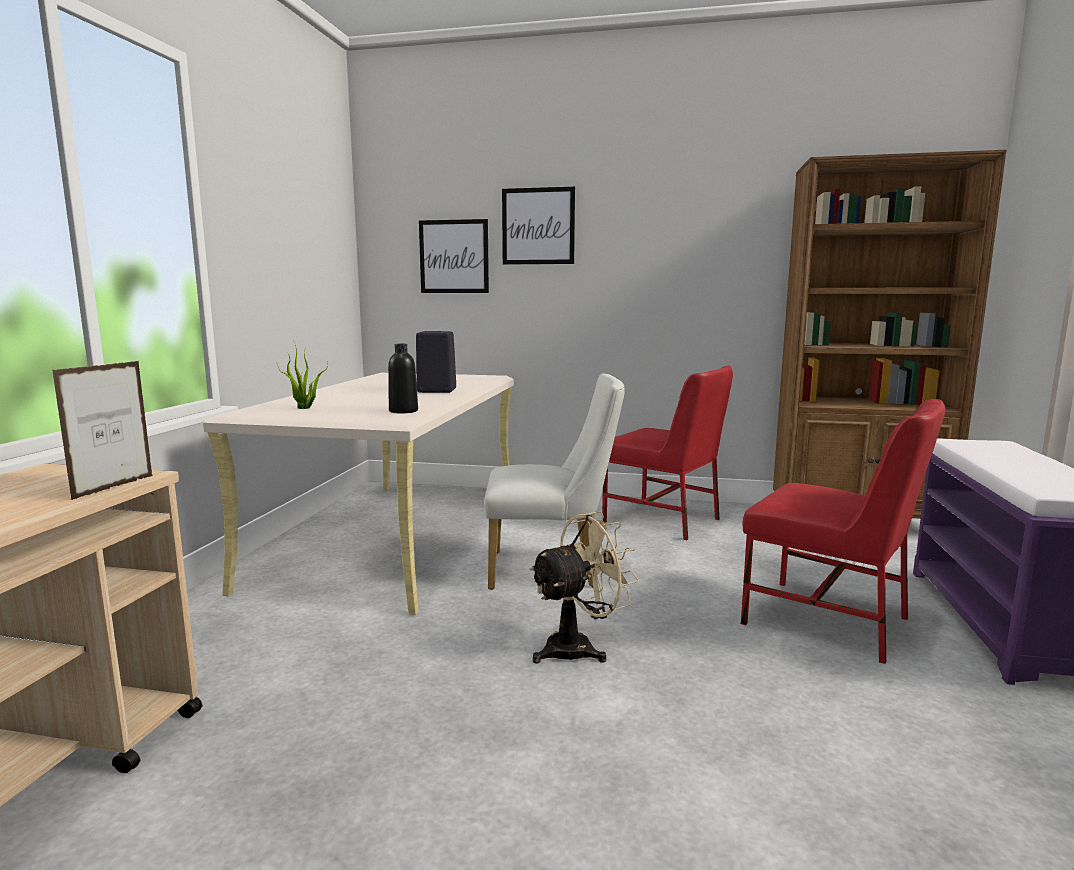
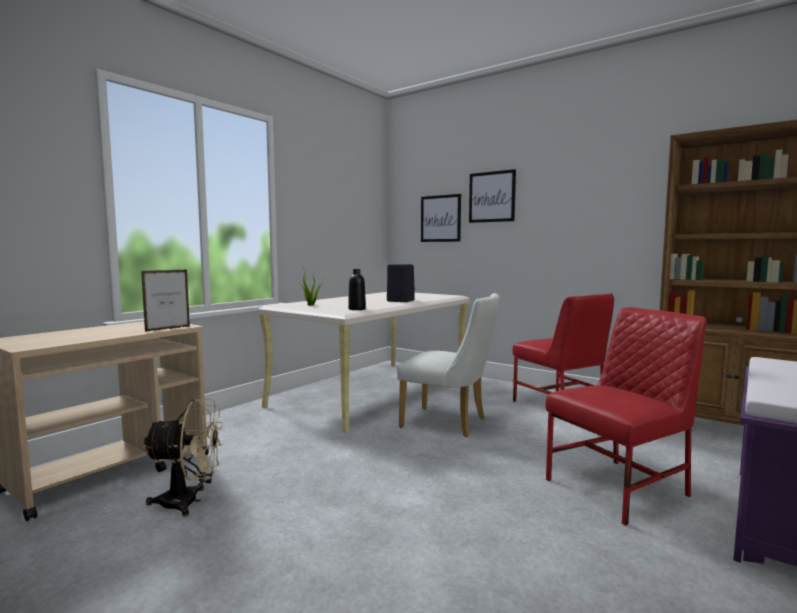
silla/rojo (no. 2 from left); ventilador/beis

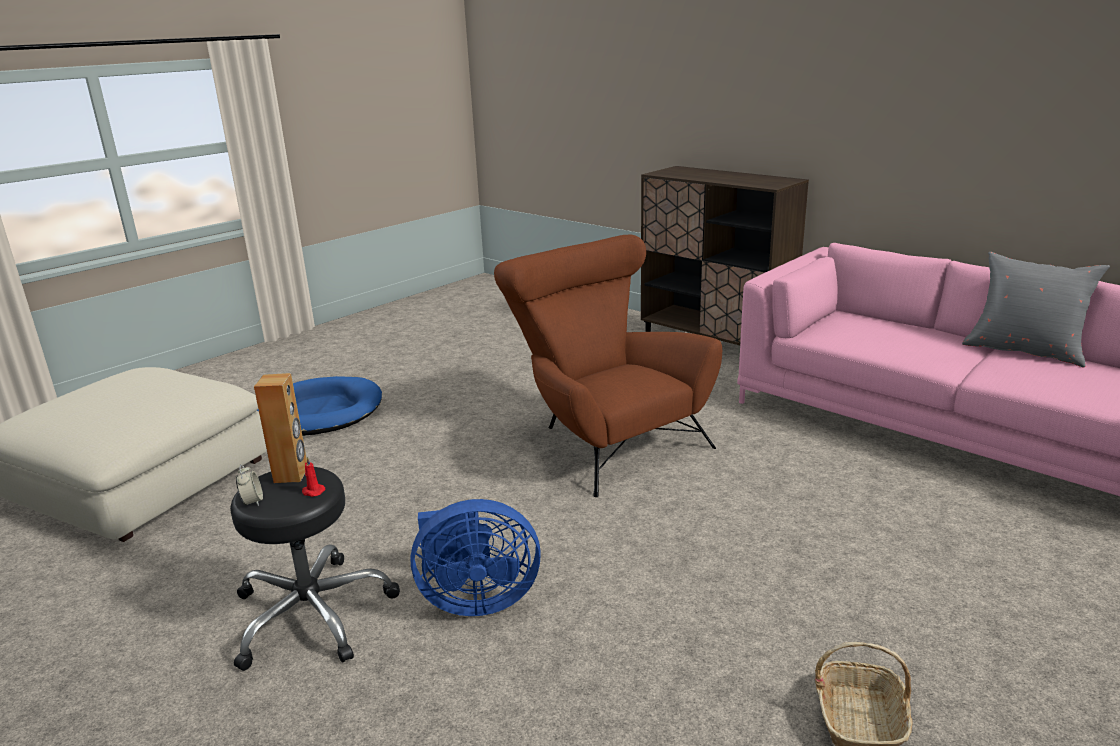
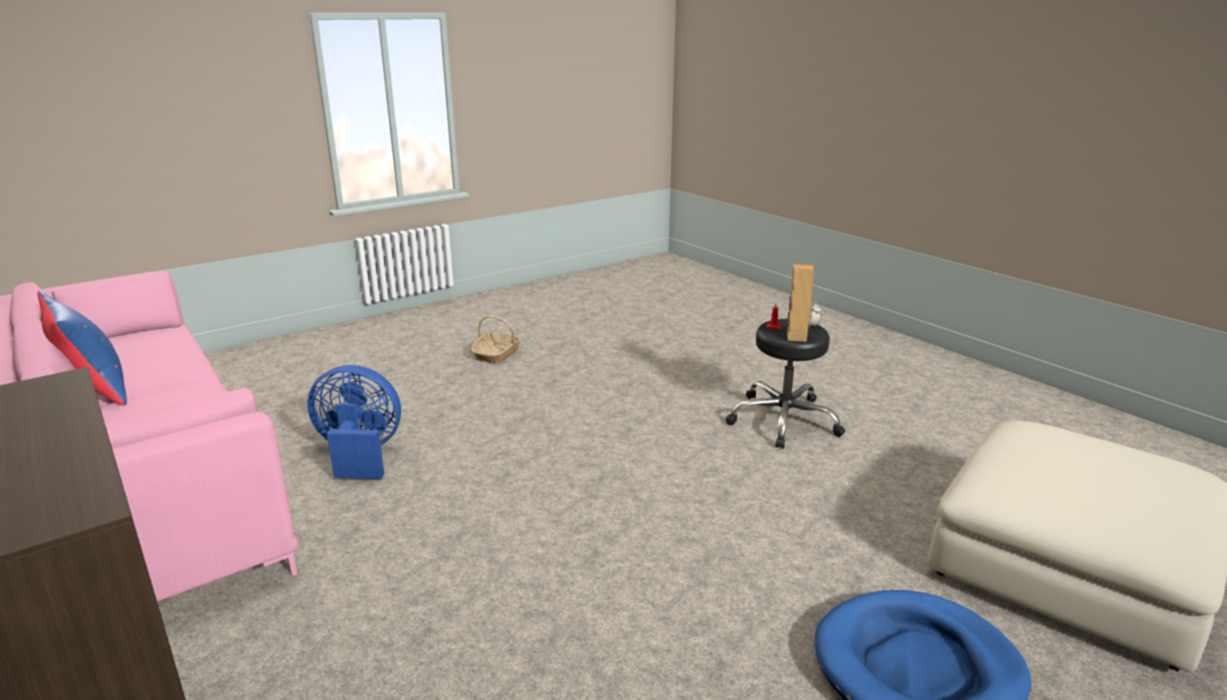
sillón/marrón; cojín/azul; ventilador/azul

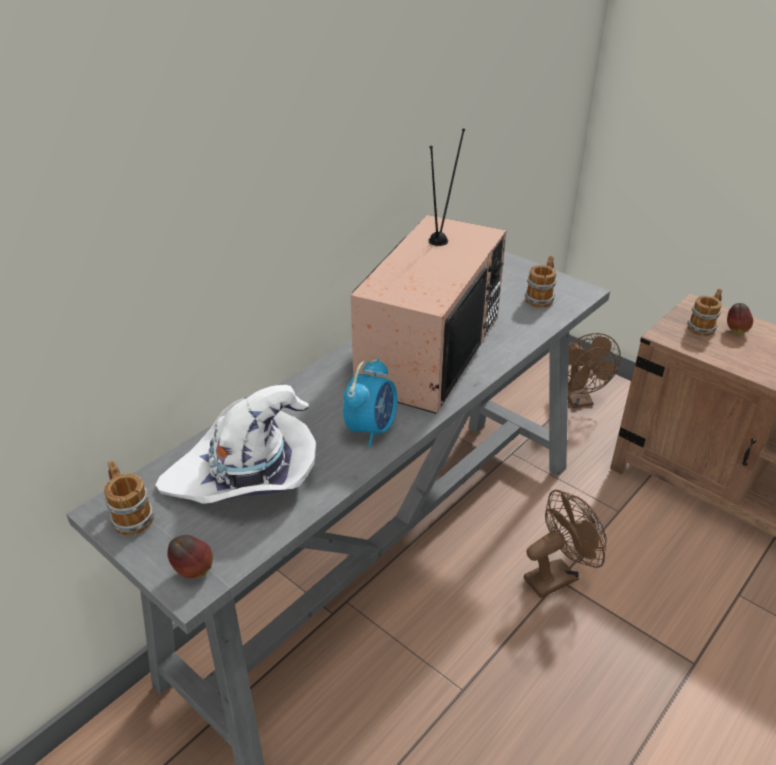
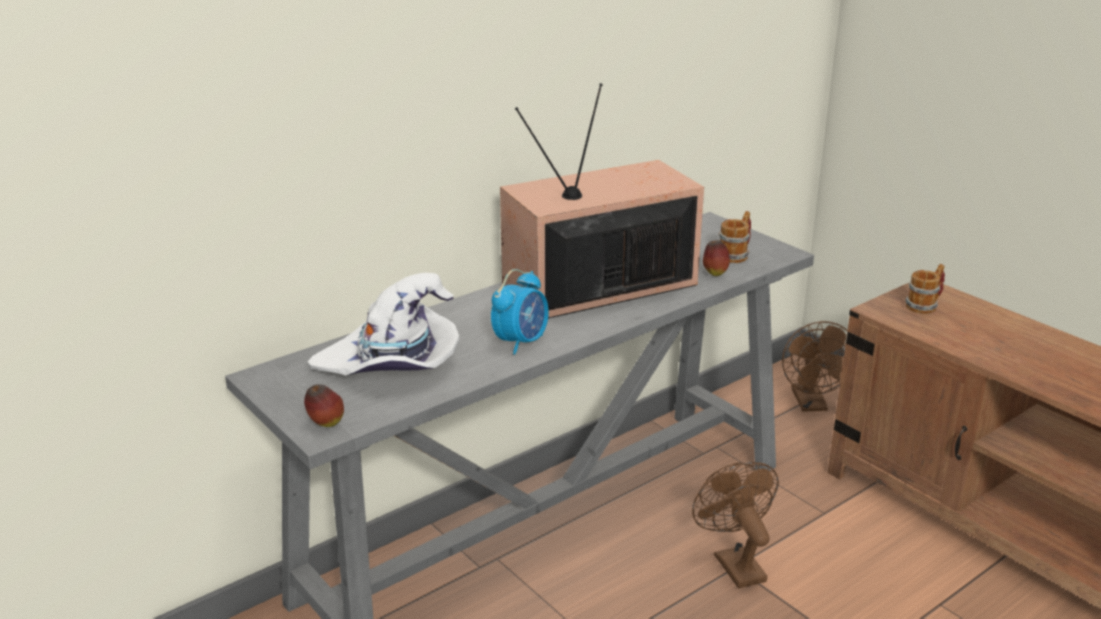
televisor; manzana (no. 2 from left); taza grande (no. 1 from left in the first image); ventilador/marrón (no. 1 from left)

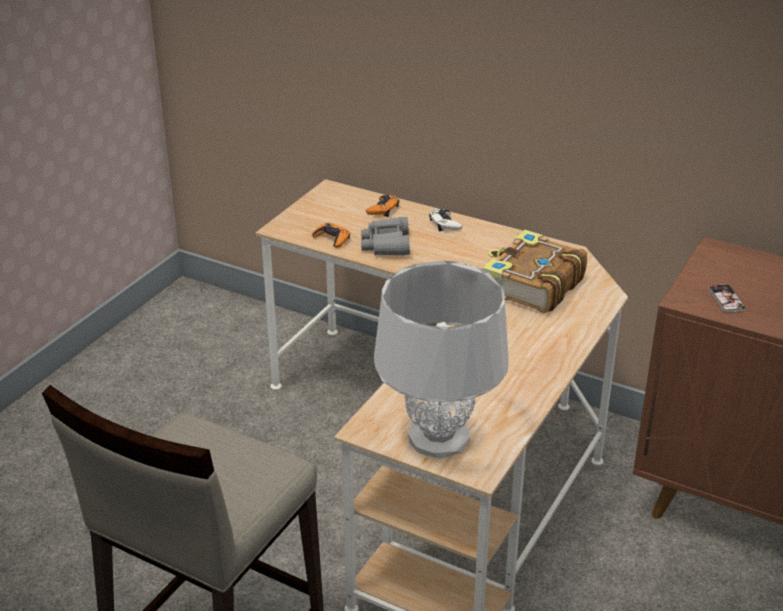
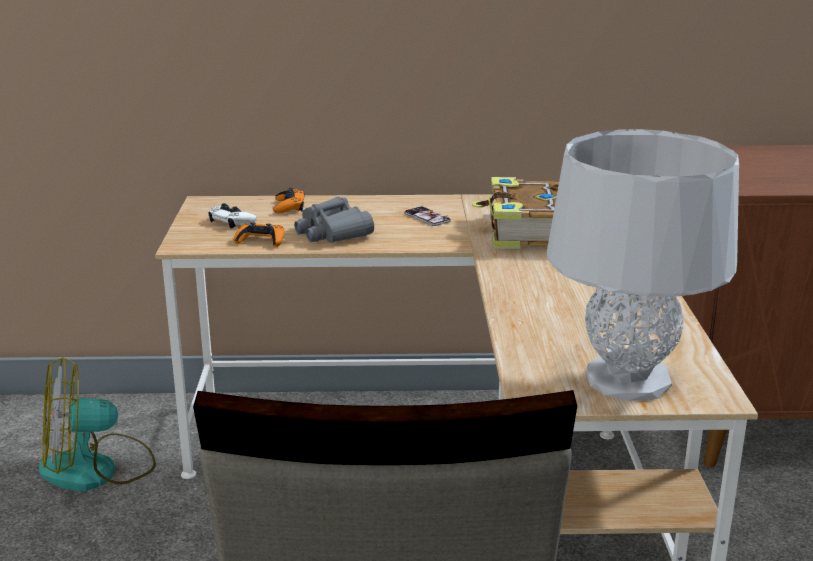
mando de consola/blanco; móvil; ventilador

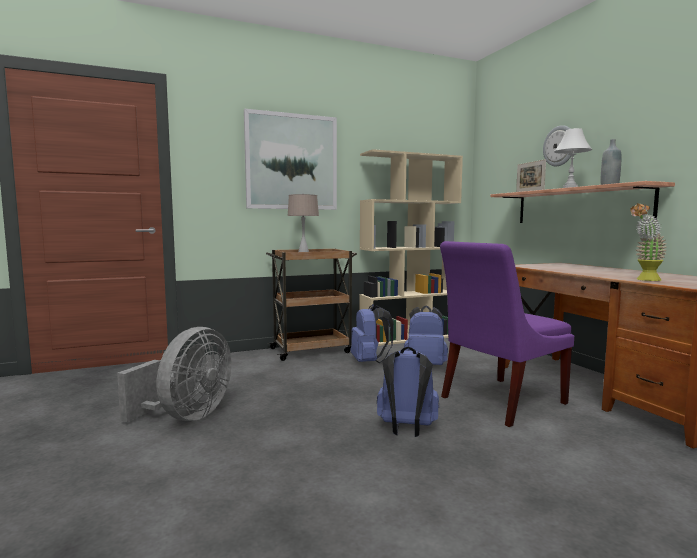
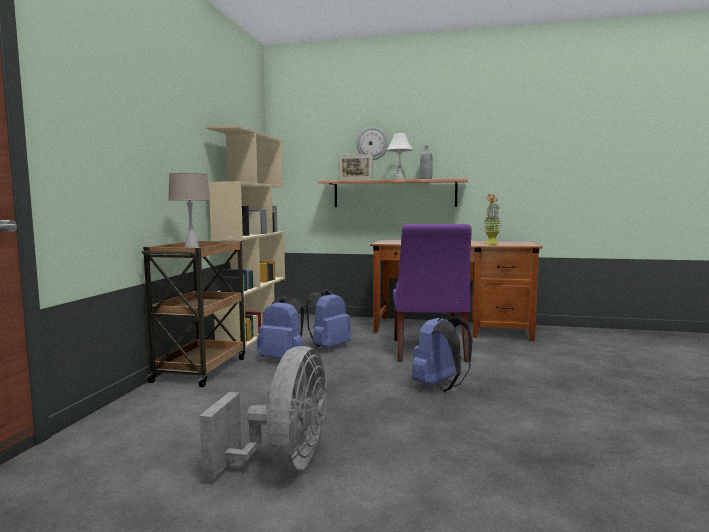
cuadro; ventilador/gris

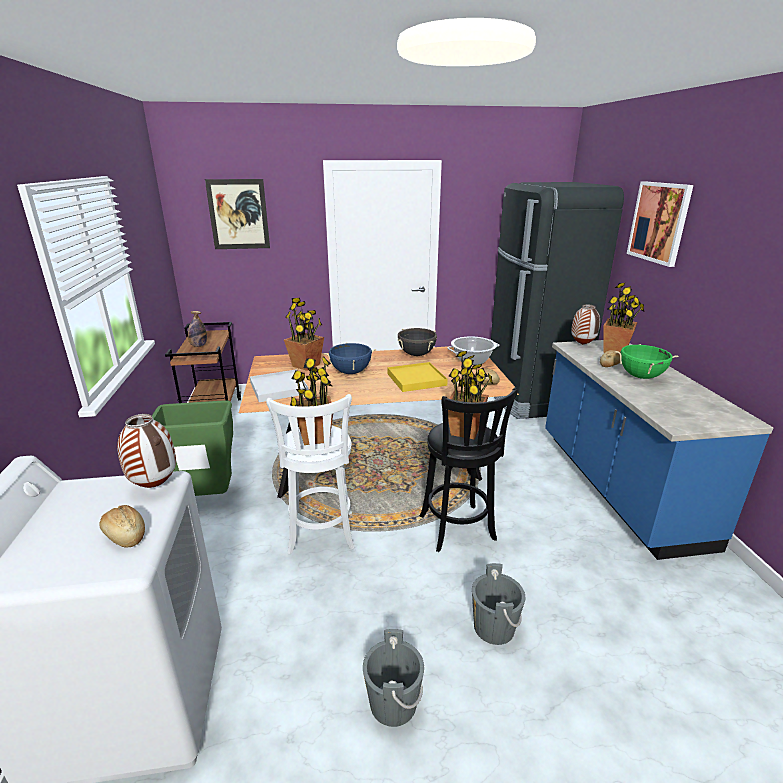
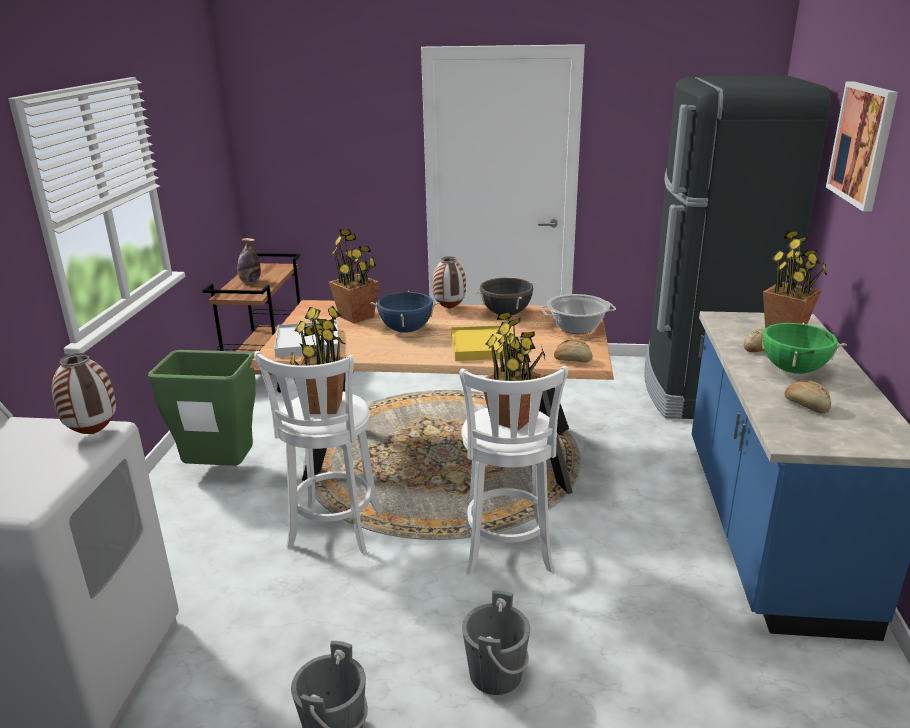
cuadro (no. 1 from left in the first image); florero (no. 2 from left); taburete/blanco (no. 2 from left); pan (no. 3 from left)

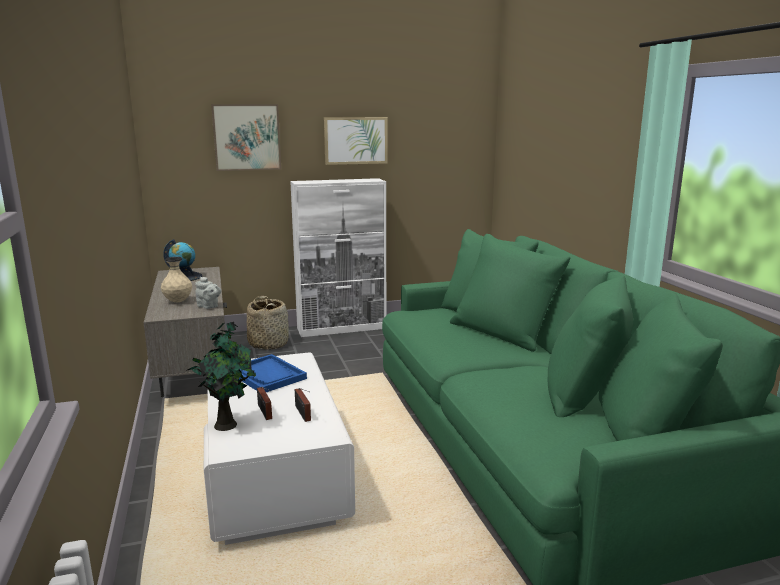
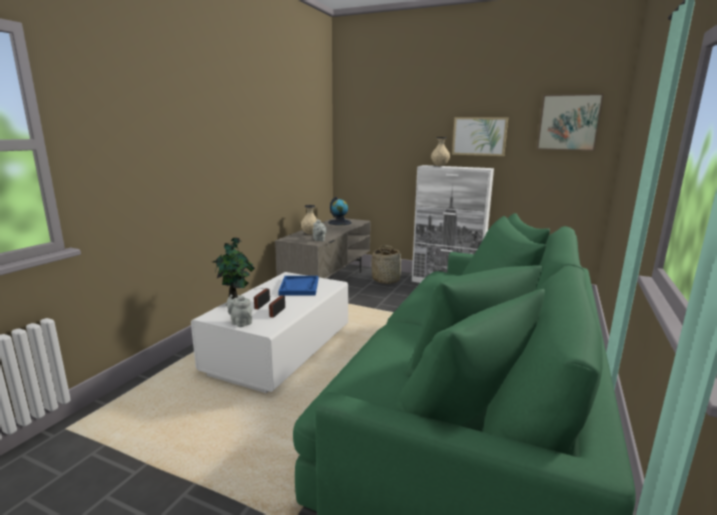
cuadro (no. 2 from left); florero/beis (no. 2 from left); tetera/gris (no. 1 from left)

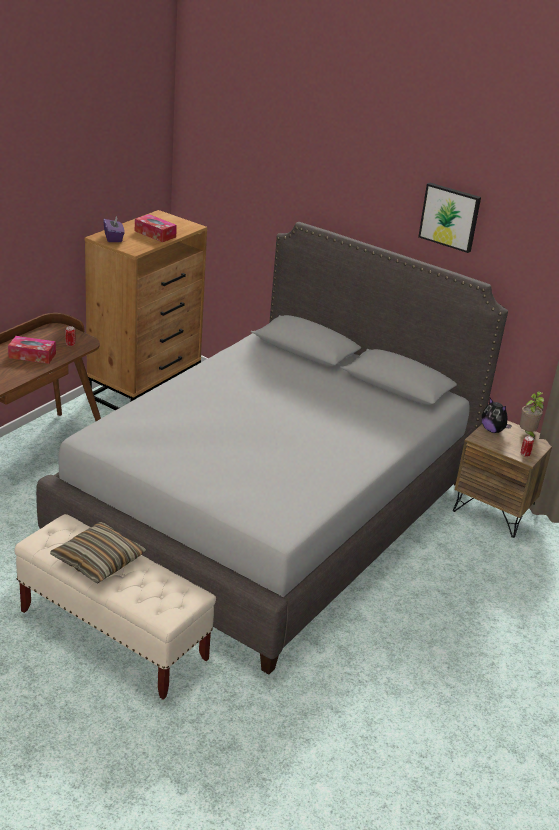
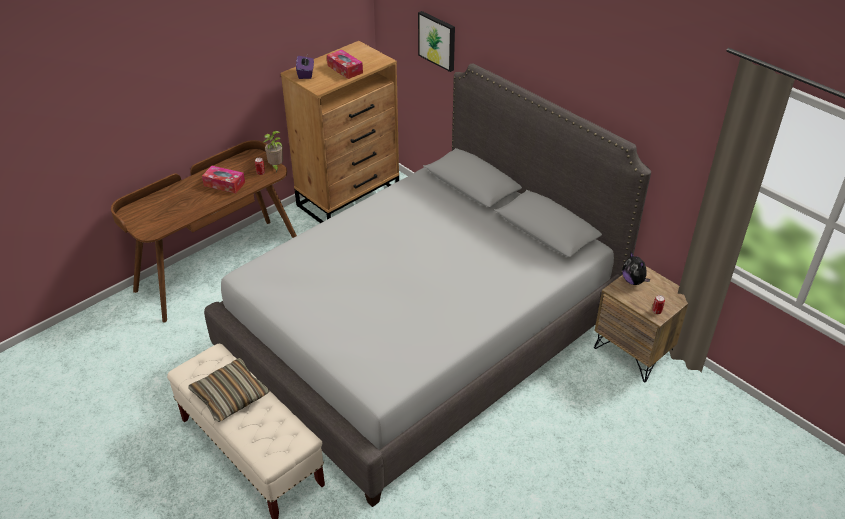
cuadro; planta en maceta

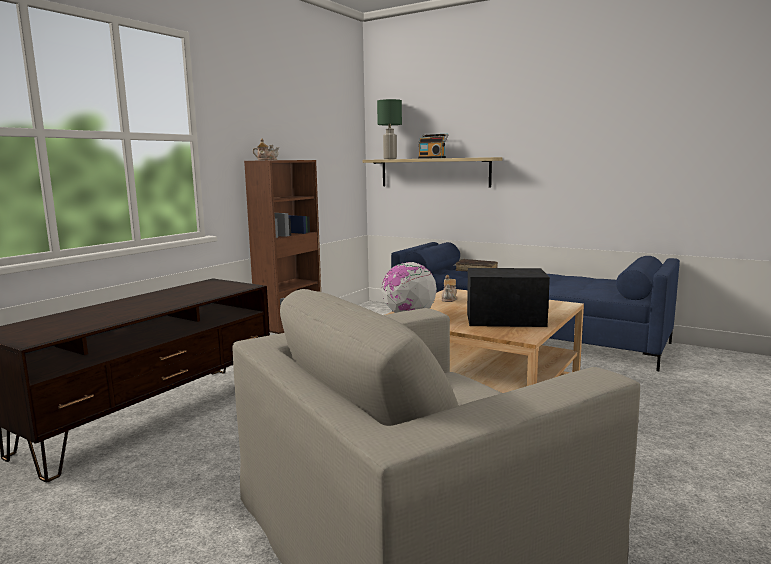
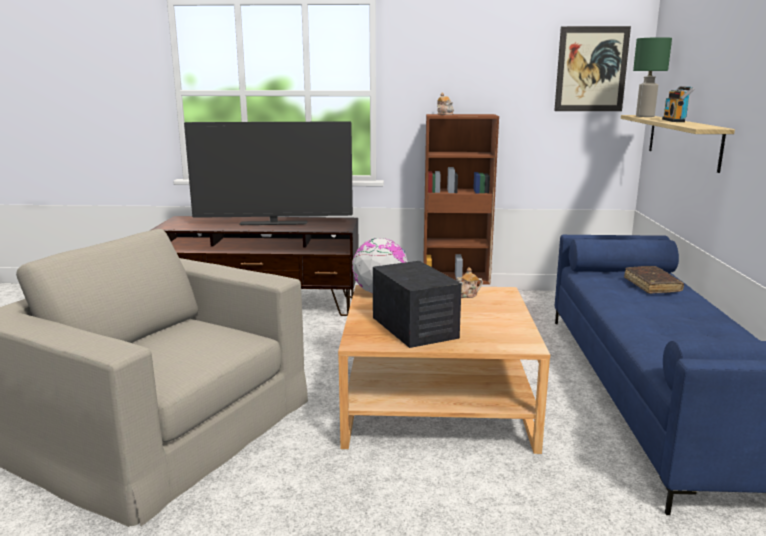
cuadro; televisor

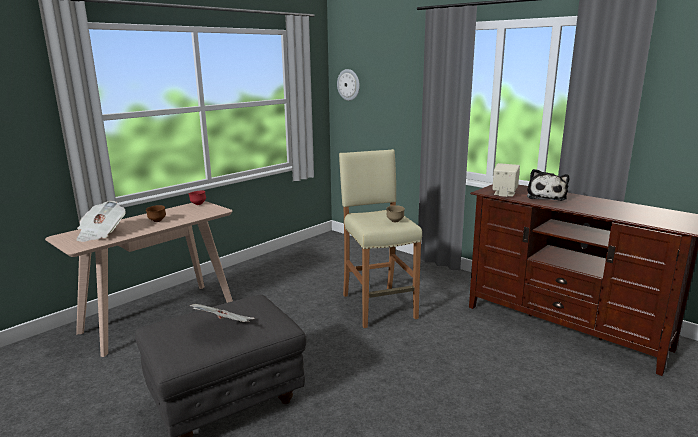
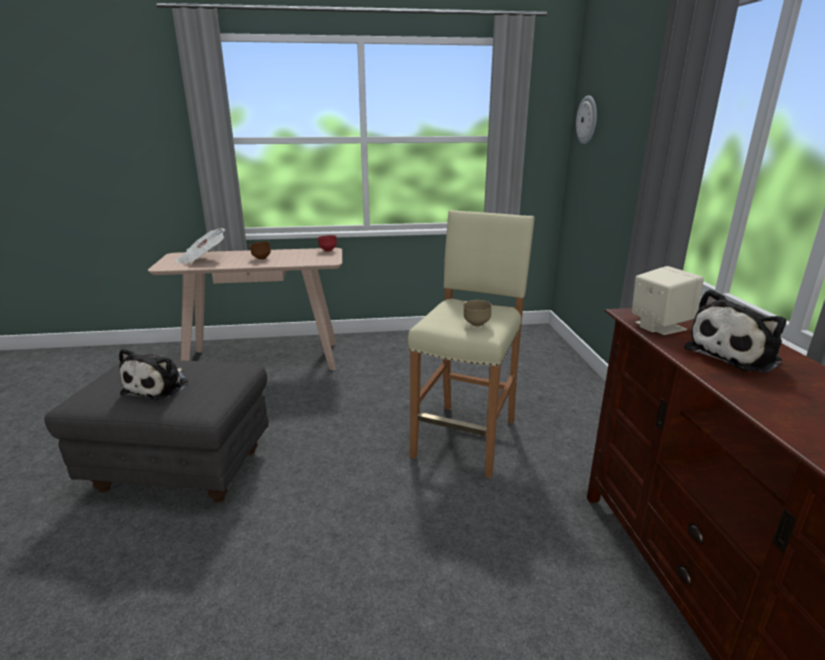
peluche (no. 1 from left)

